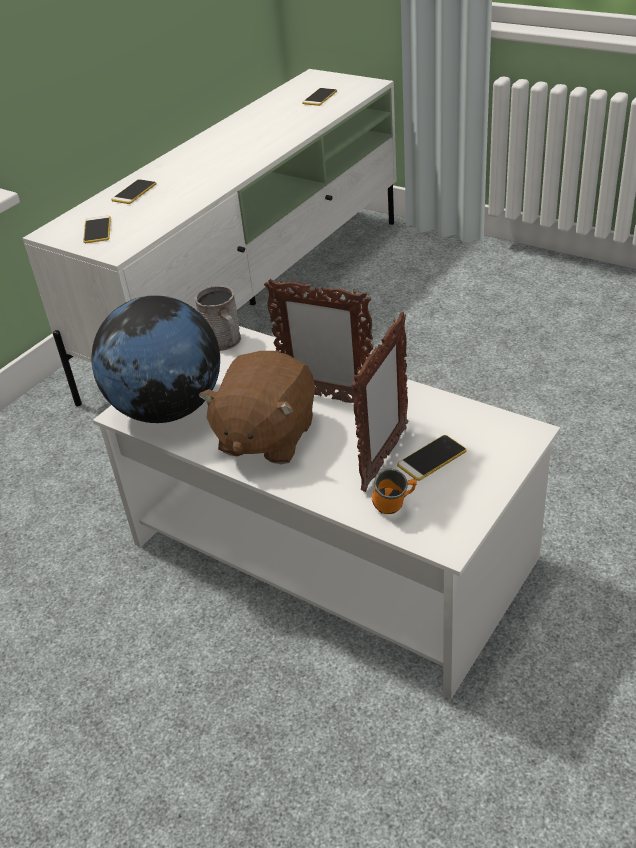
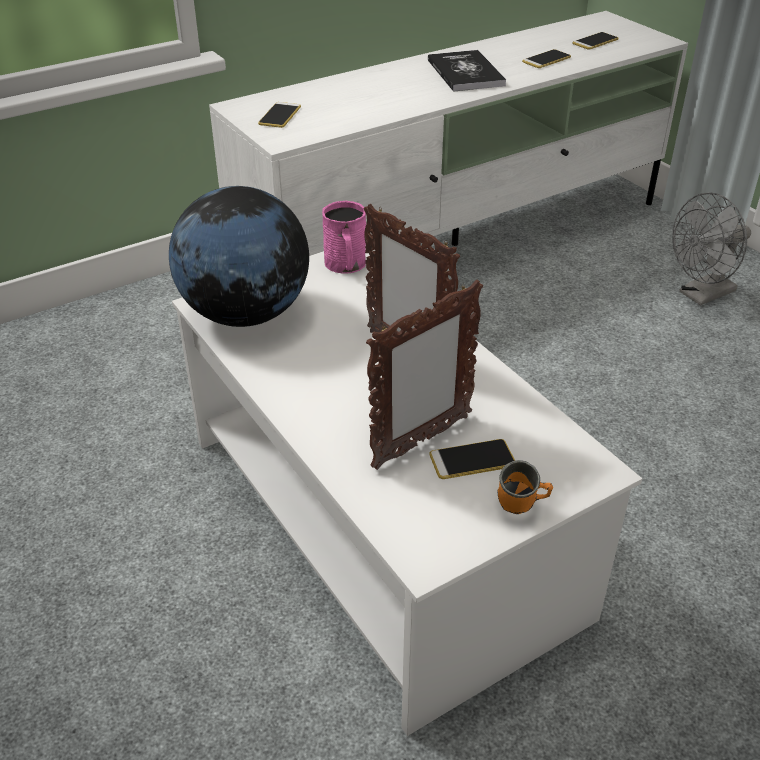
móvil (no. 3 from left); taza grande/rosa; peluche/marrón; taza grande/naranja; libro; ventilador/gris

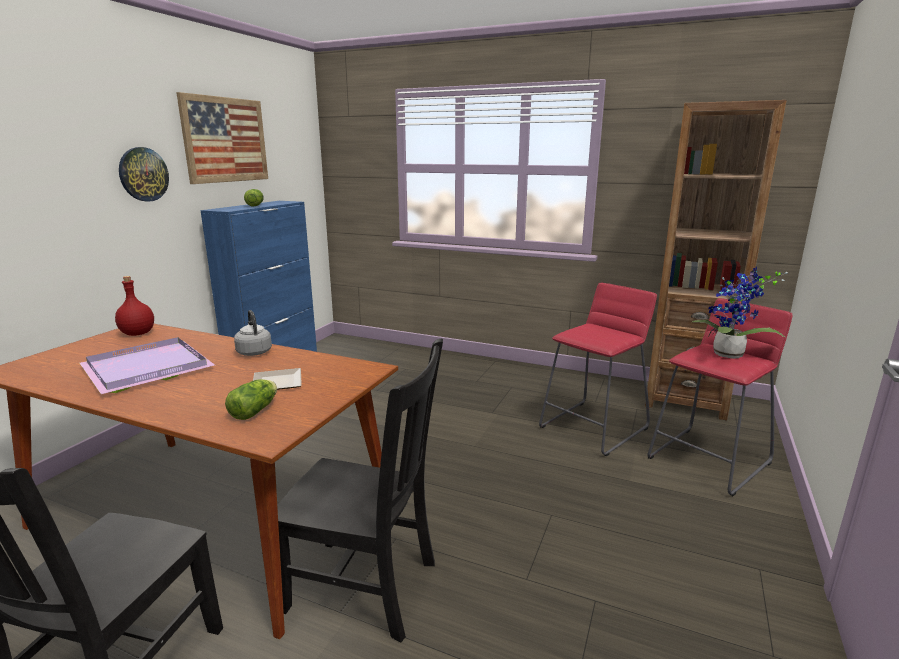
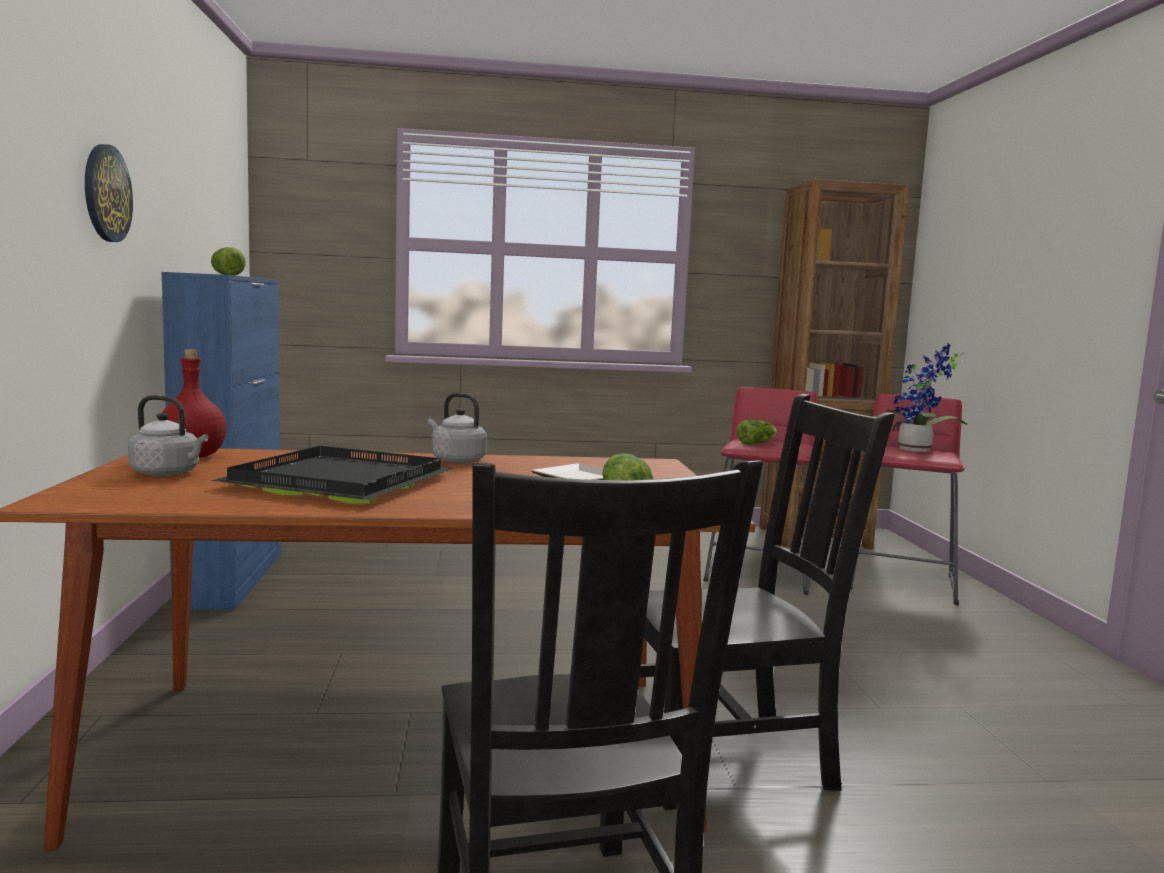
cuadro; bandeja/negro; hervidor/gris (no. 1 from left); lechuga (no. 3 from left)

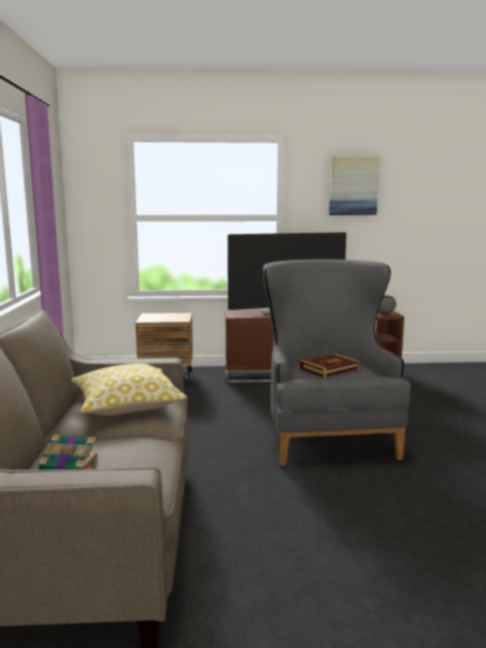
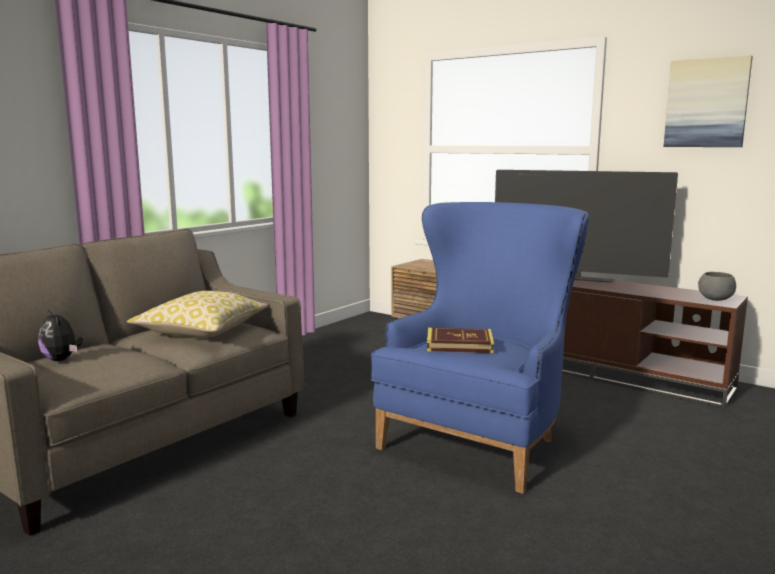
sillón/azul; peluche

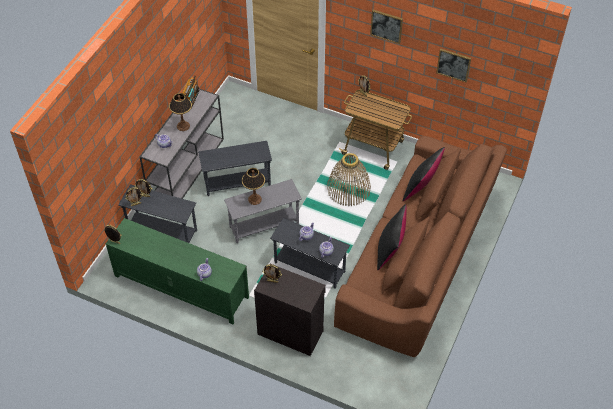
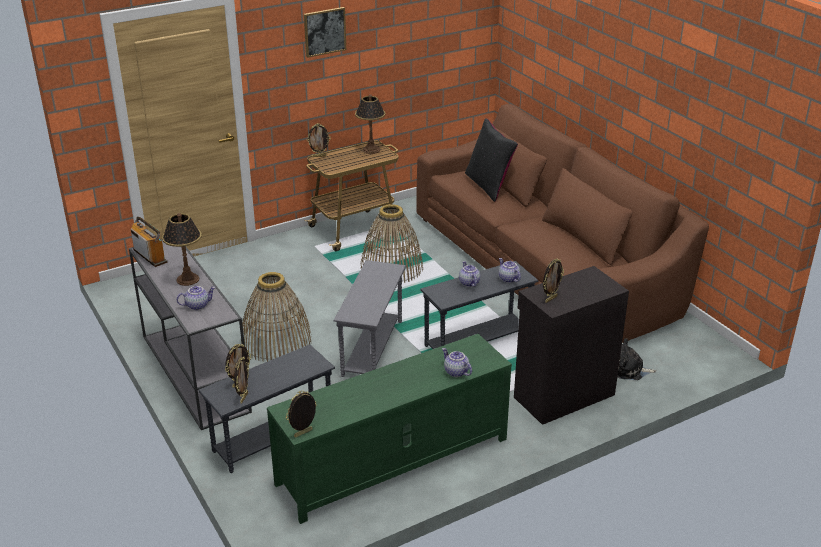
cuadro (no. 2 from left in the first image); cesta (no. 1 from left); lámpara de mesa (no. 2 from left); cojín/negro (no. 1 from left in the first image); peluche

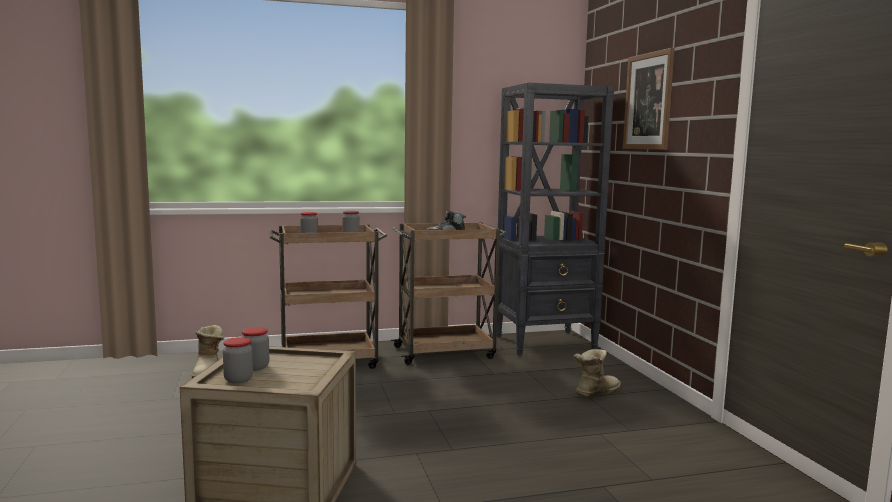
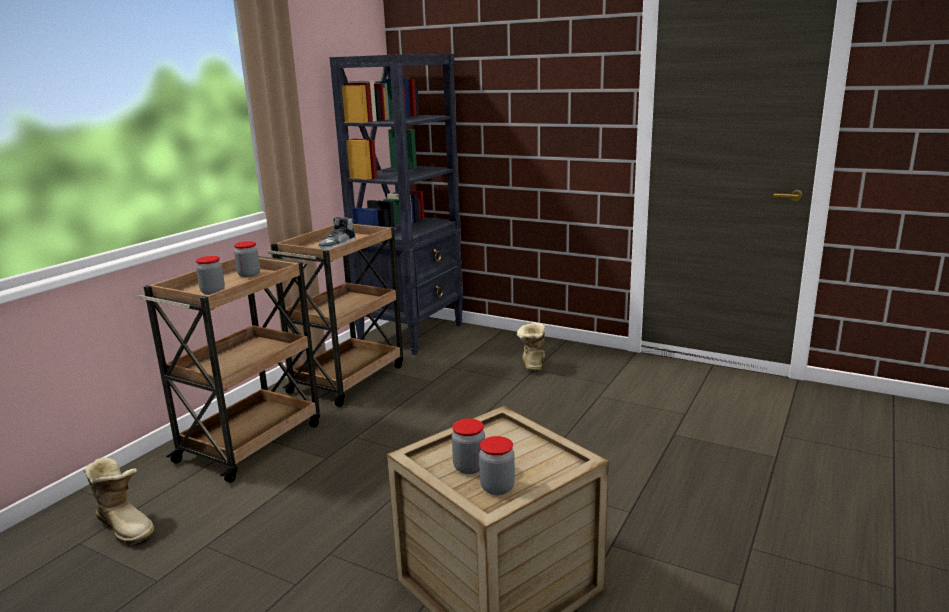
cuadro

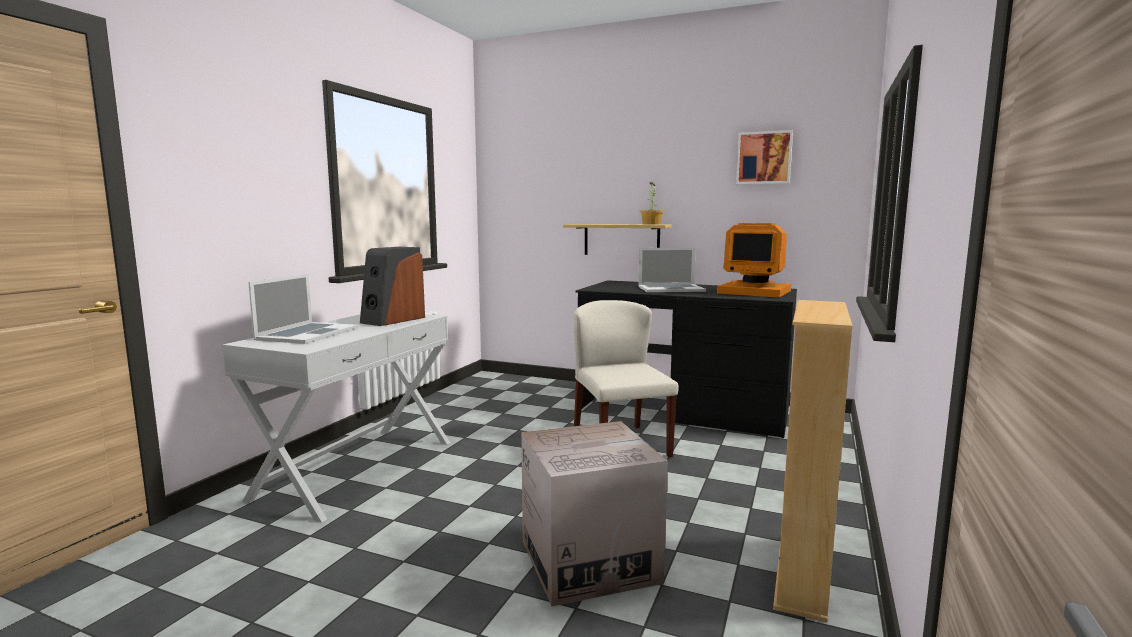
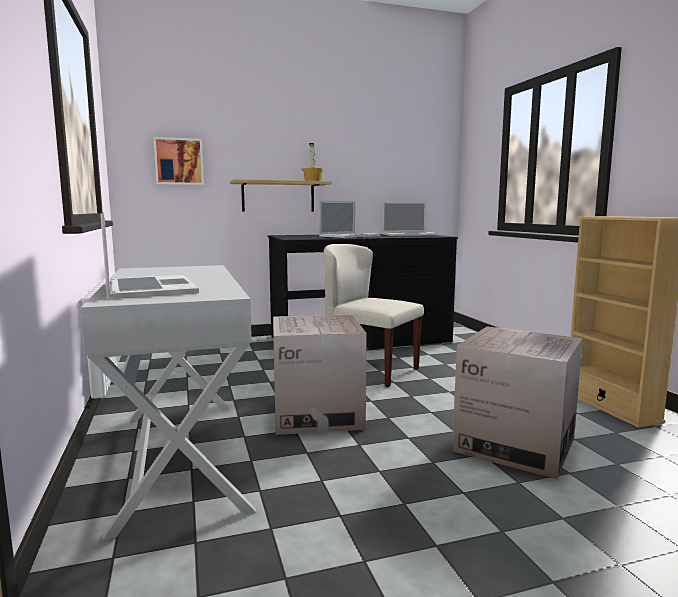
cuadro; portátil (no. 3 from left); altavoz; caja de cartón (no. 1 from left)

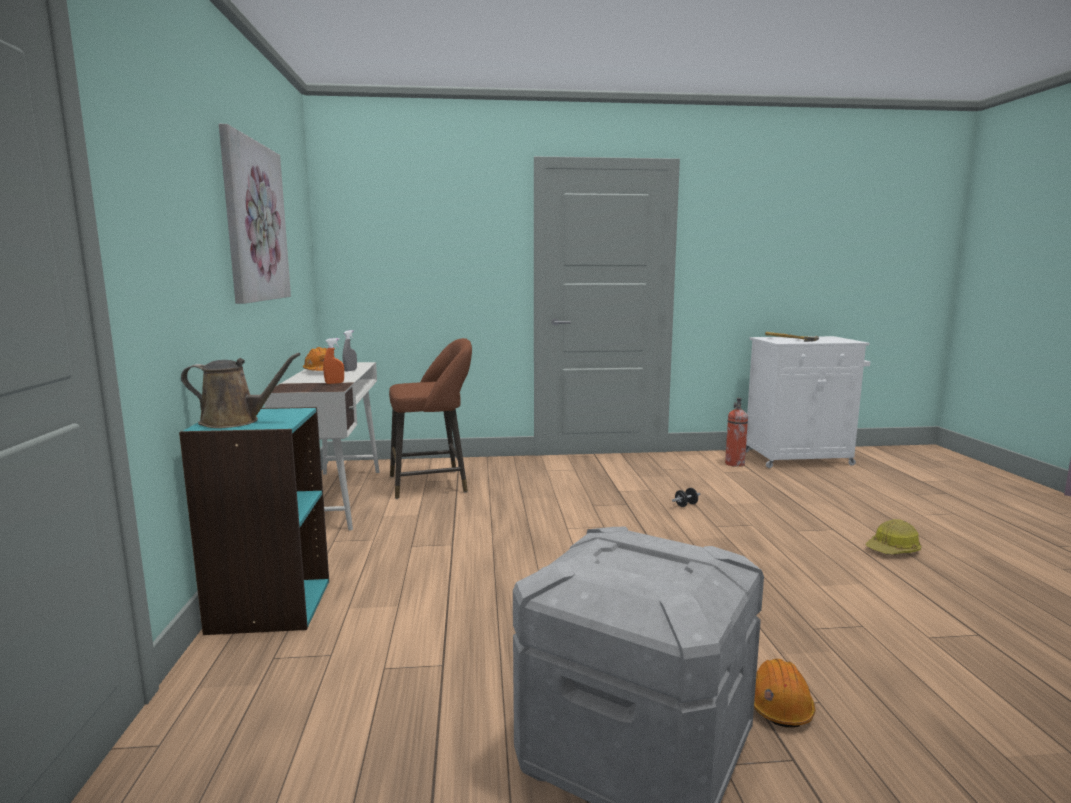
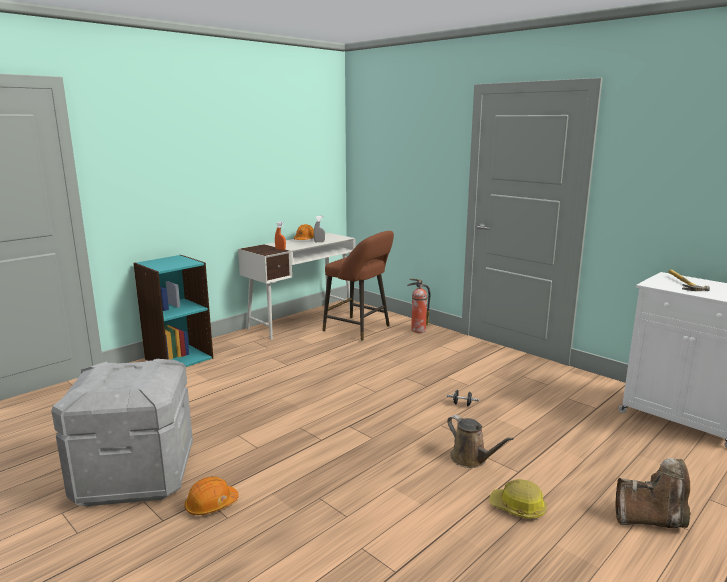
cuadro; regadera/marrón; extintor; bota/marrón

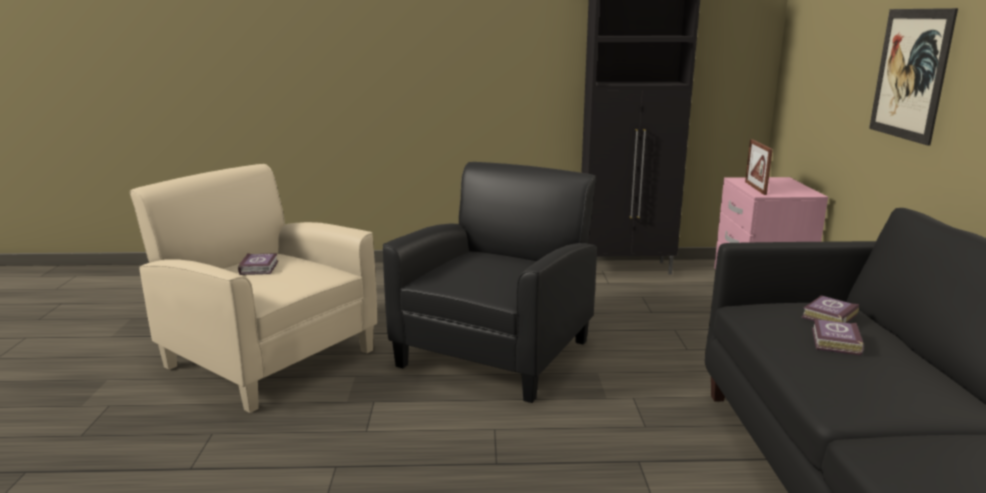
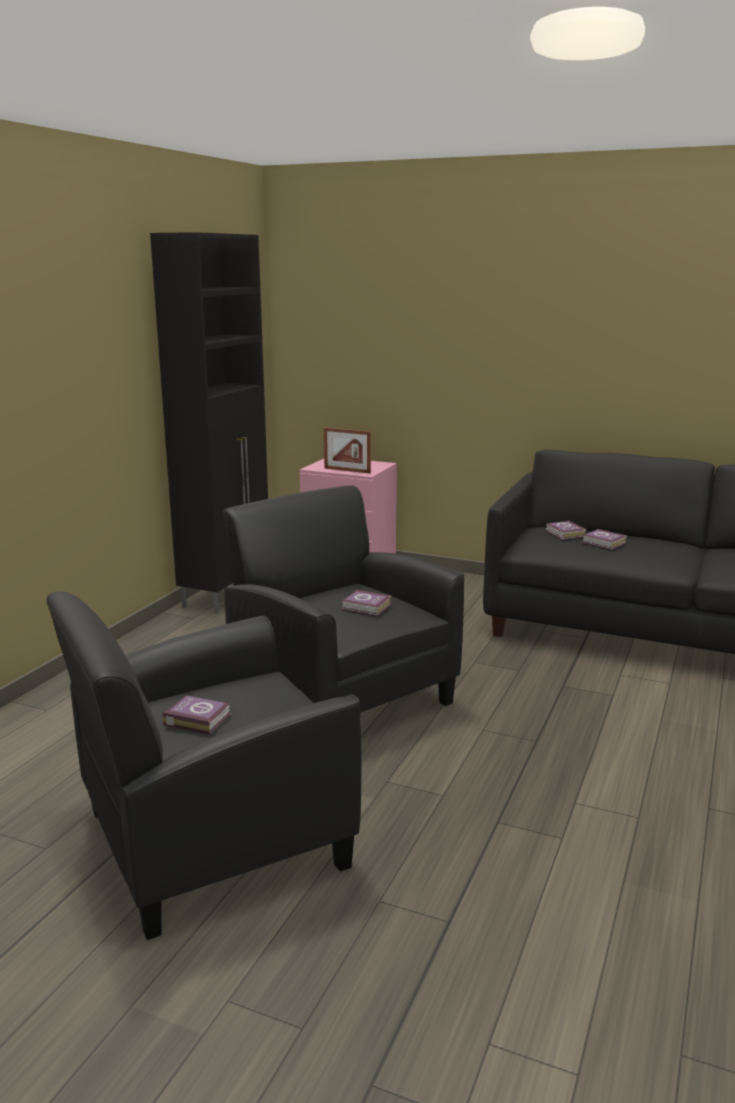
cuadro; sillón/negro (no. 1 from left); libro (no. 2 from left)

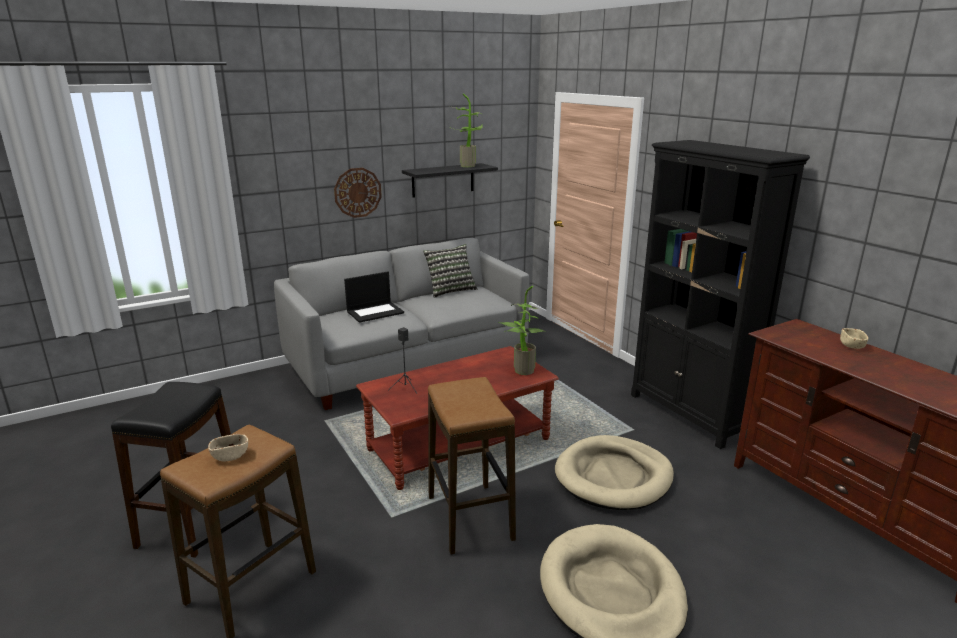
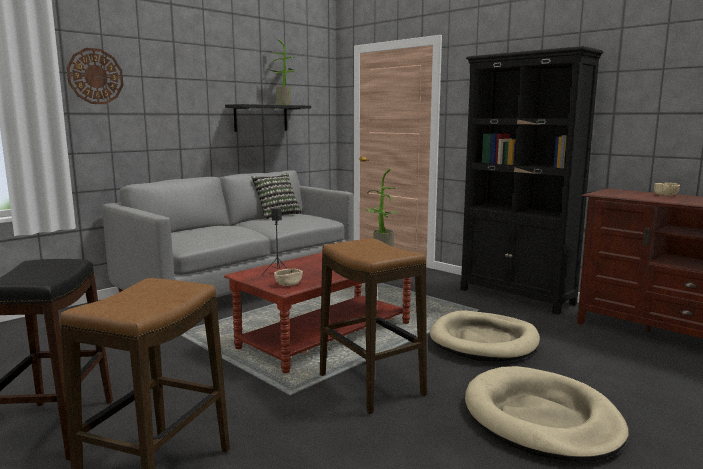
reloj de pared; portátil; cuenco/beis (no. 1 from left)

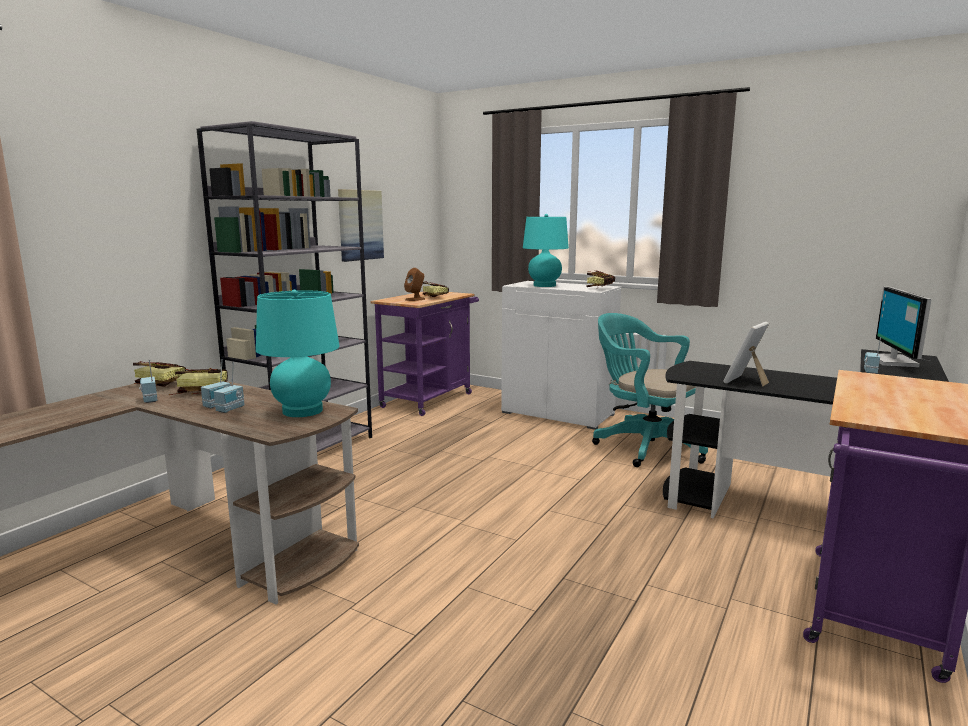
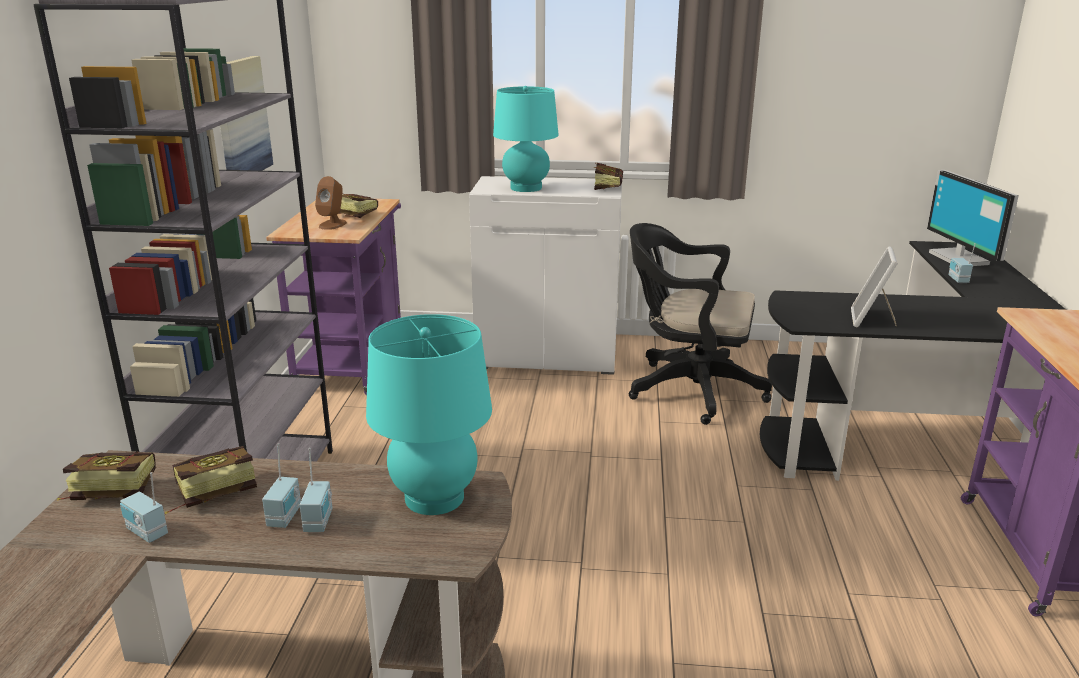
silla de oficina/negro

